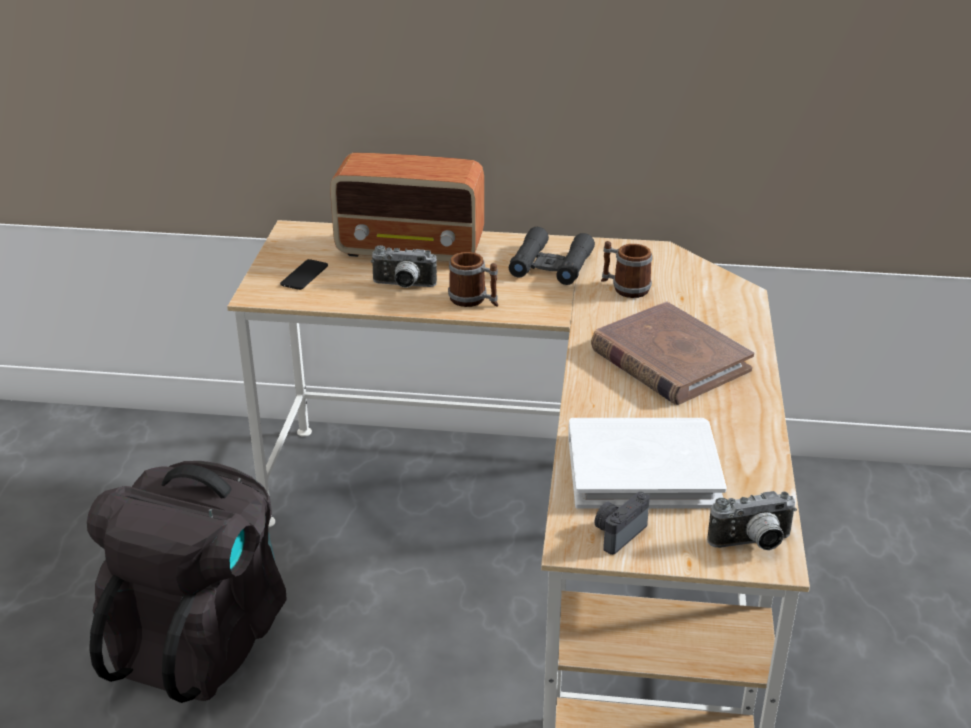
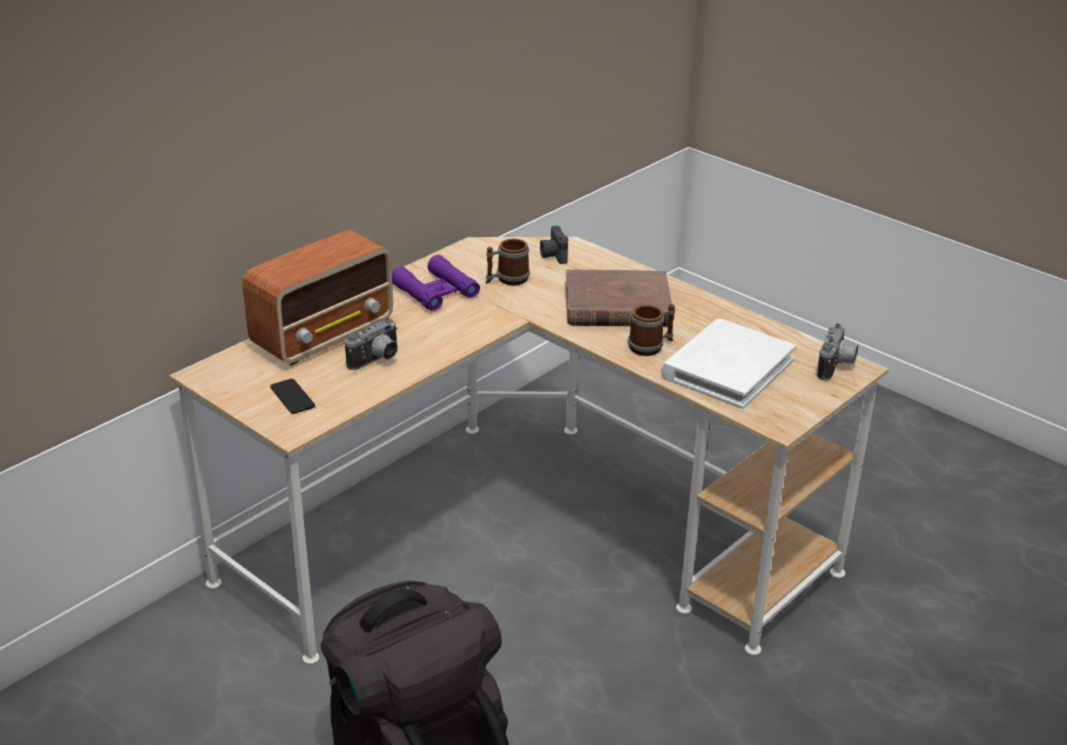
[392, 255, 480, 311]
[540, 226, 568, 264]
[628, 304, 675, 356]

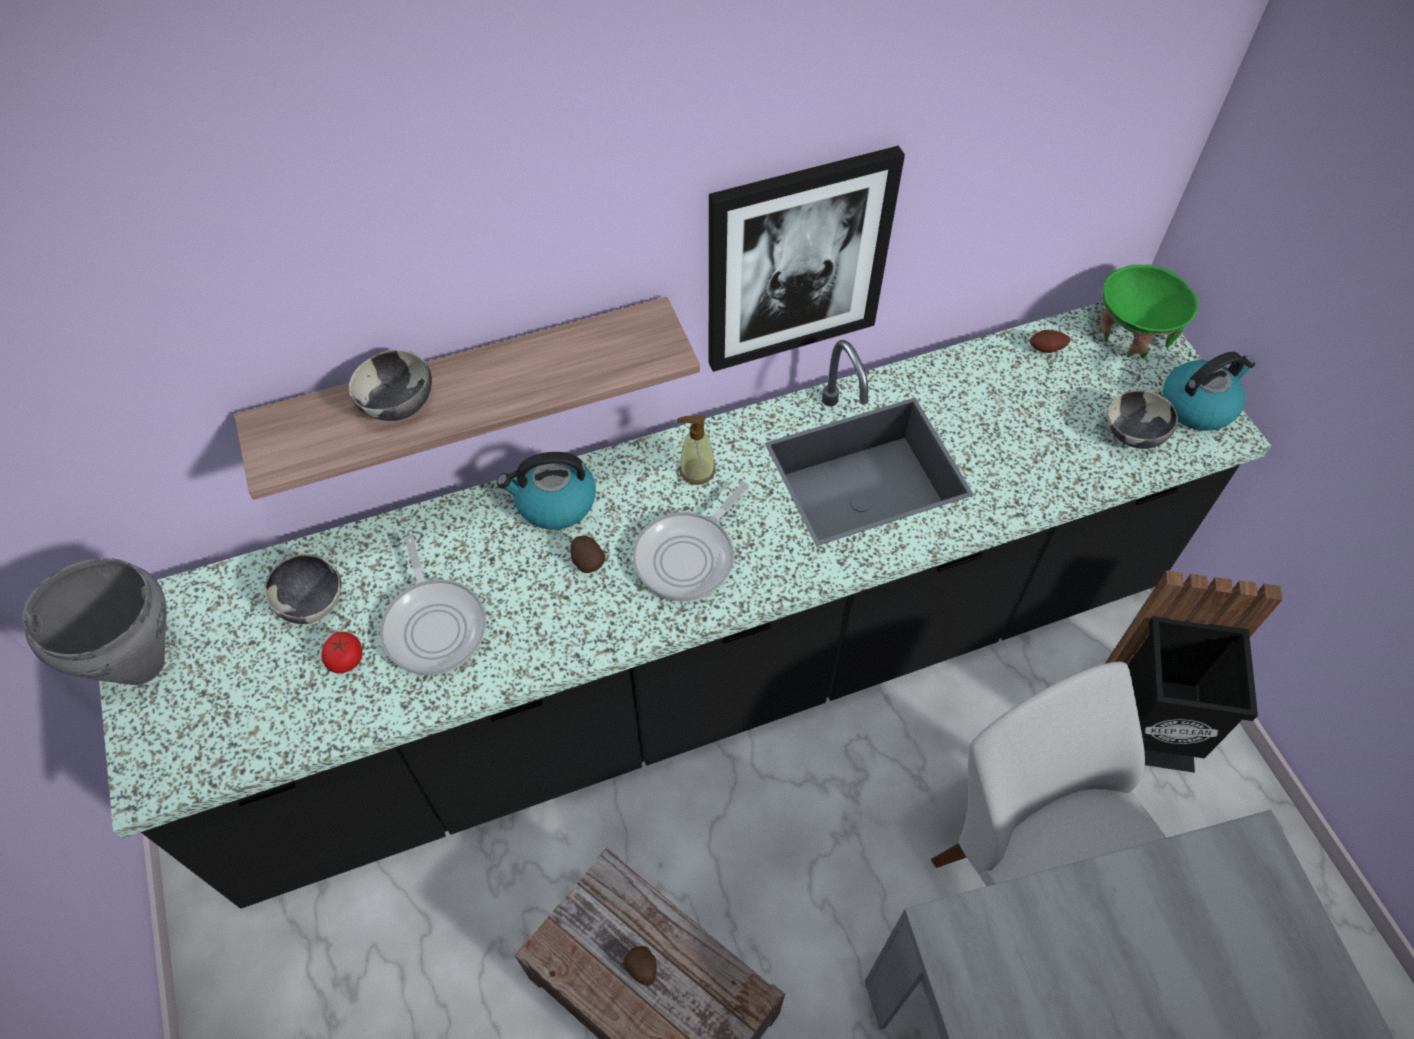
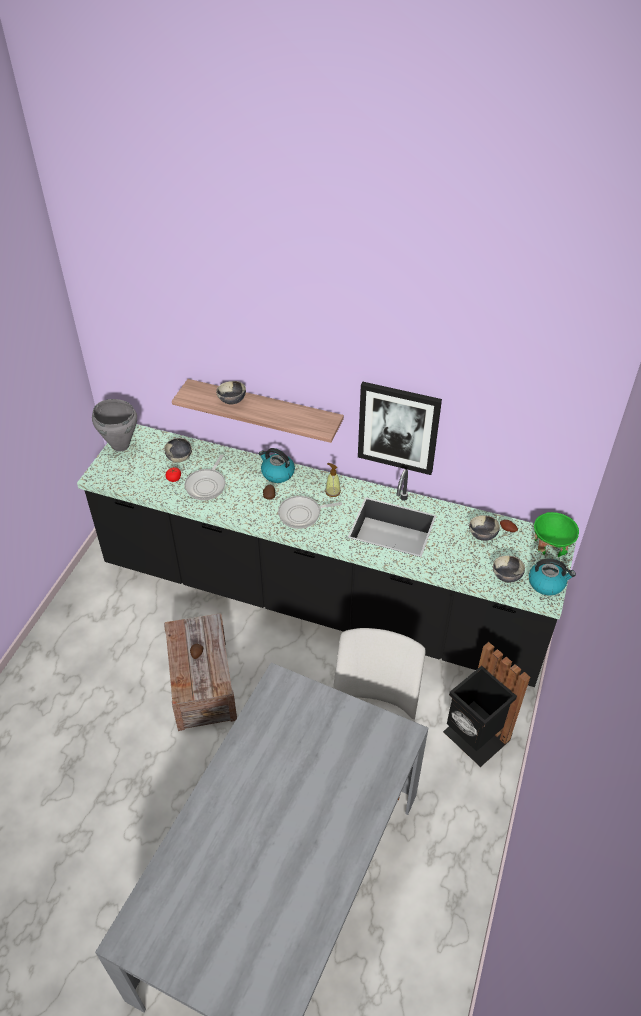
[469, 515, 500, 541]

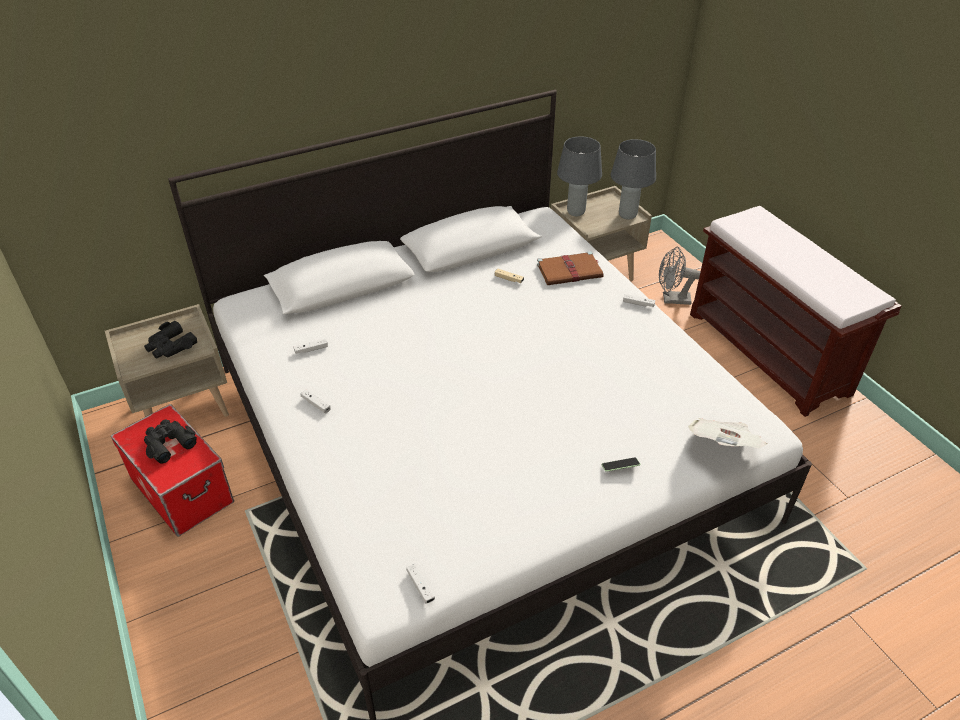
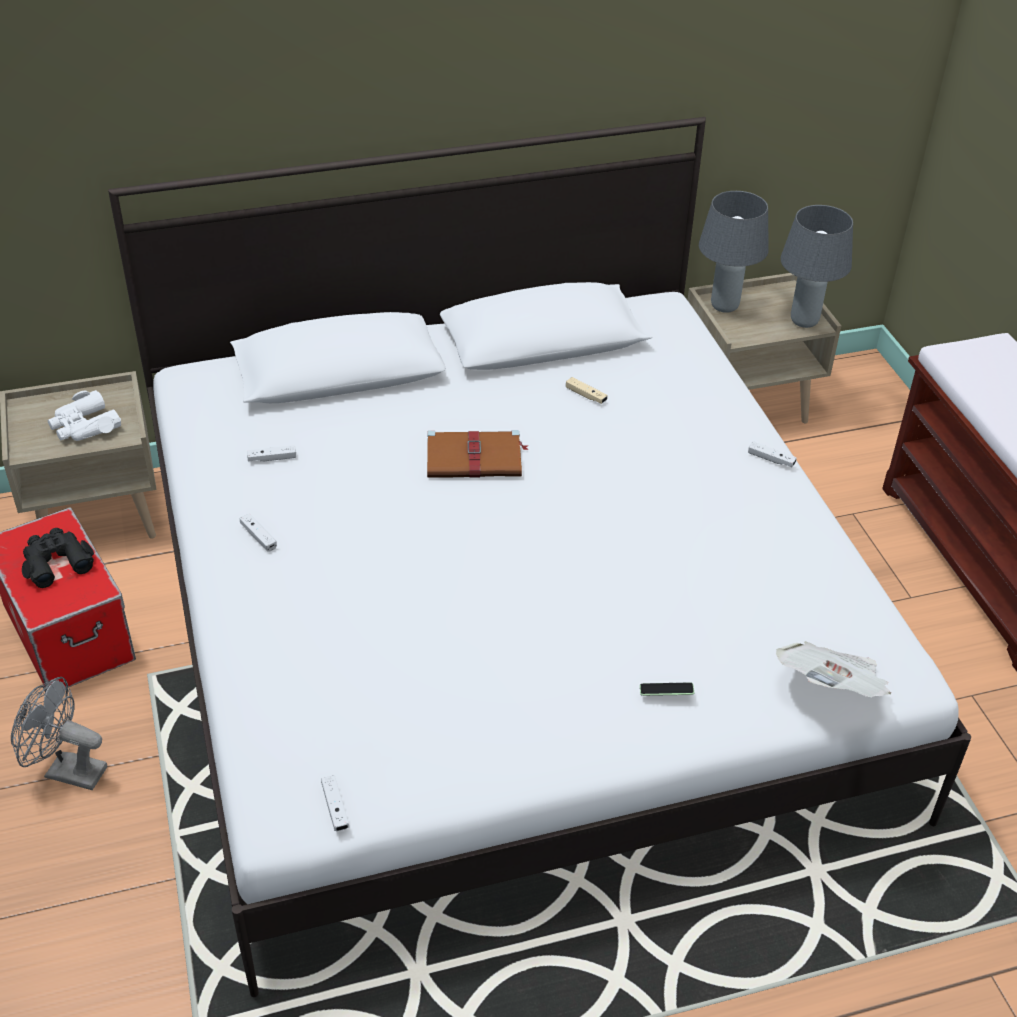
[11, 677, 107, 790]
[47, 390, 121, 441]
[427, 430, 529, 478]

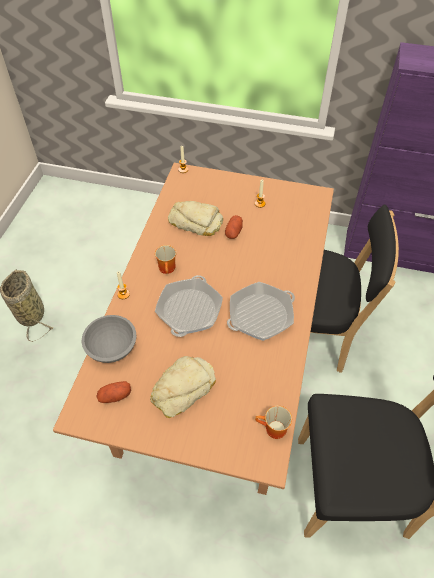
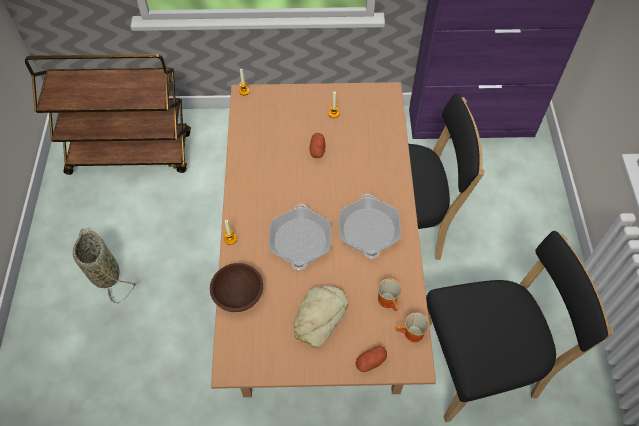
[25, 54, 191, 175]
[210, 263, 263, 312]
[339, 194, 401, 258]
[356, 346, 387, 372]
[378, 278, 402, 311]
[168, 201, 223, 236] (first image)

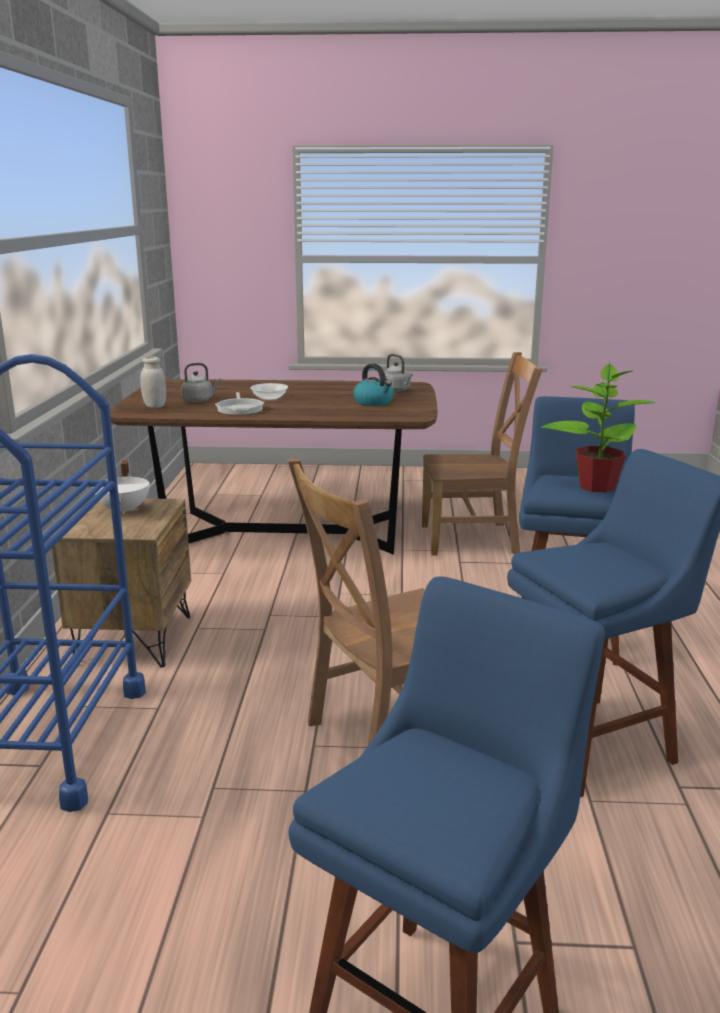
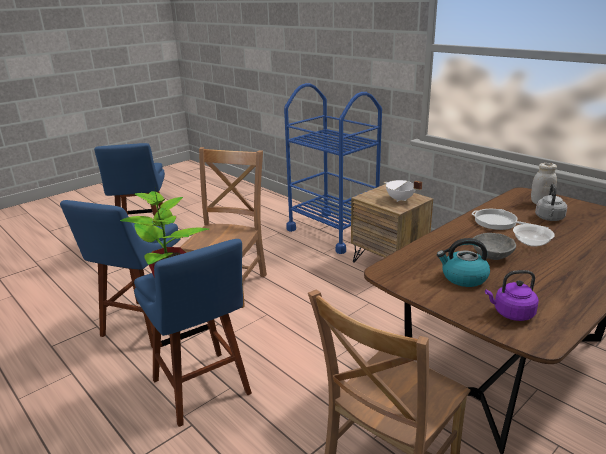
[473, 233, 516, 260]
[485, 270, 539, 321]

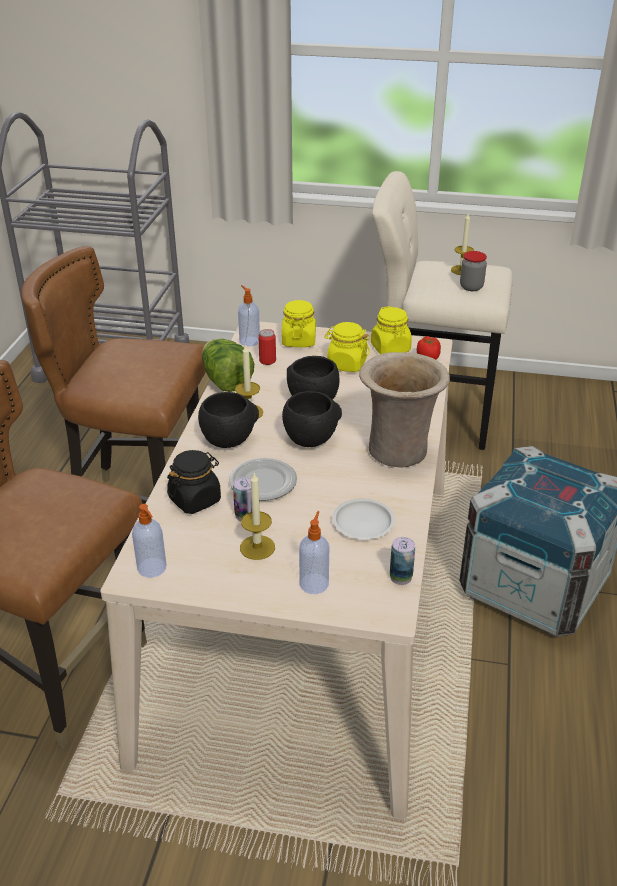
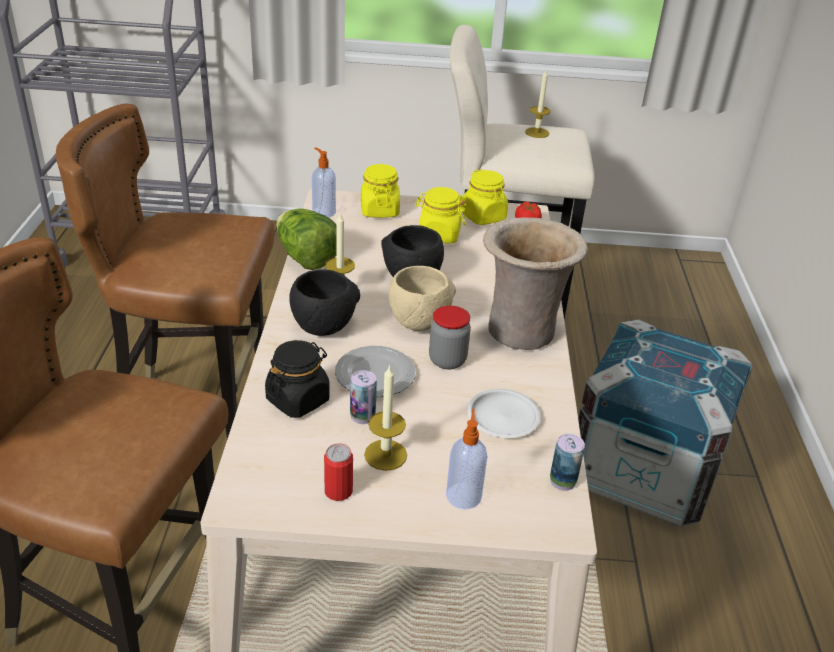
[324, 443, 353, 501]
[388, 266, 456, 331]
[429, 306, 471, 369]
[132, 504, 167, 578] (first image)

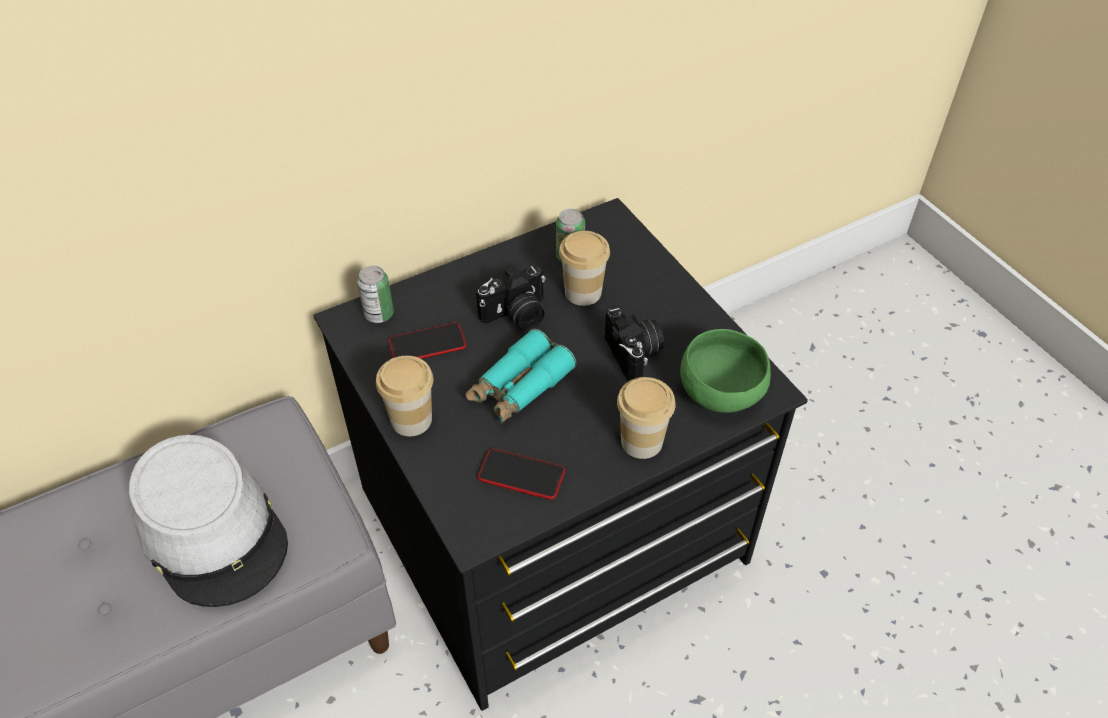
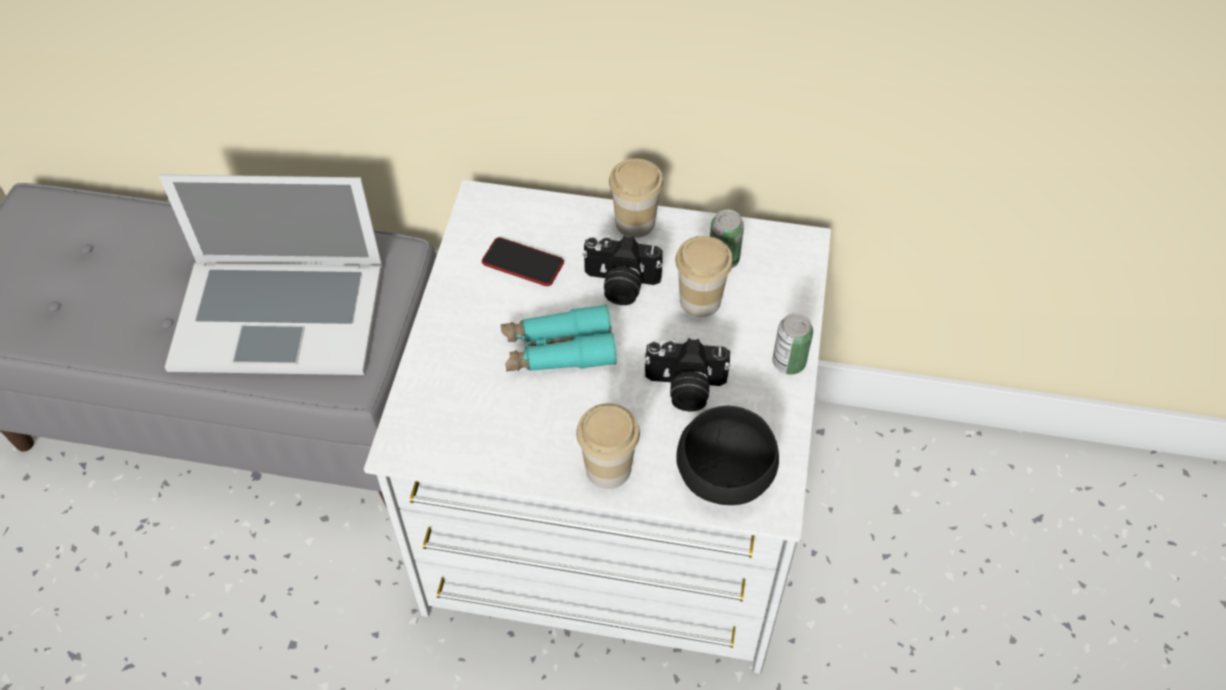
[159, 174, 382, 375]
[364, 180, 831, 674]
[609, 158, 663, 238]
[644, 338, 731, 412]
[676, 405, 779, 505]
[772, 313, 813, 375]
[478, 449, 565, 499] (first image)

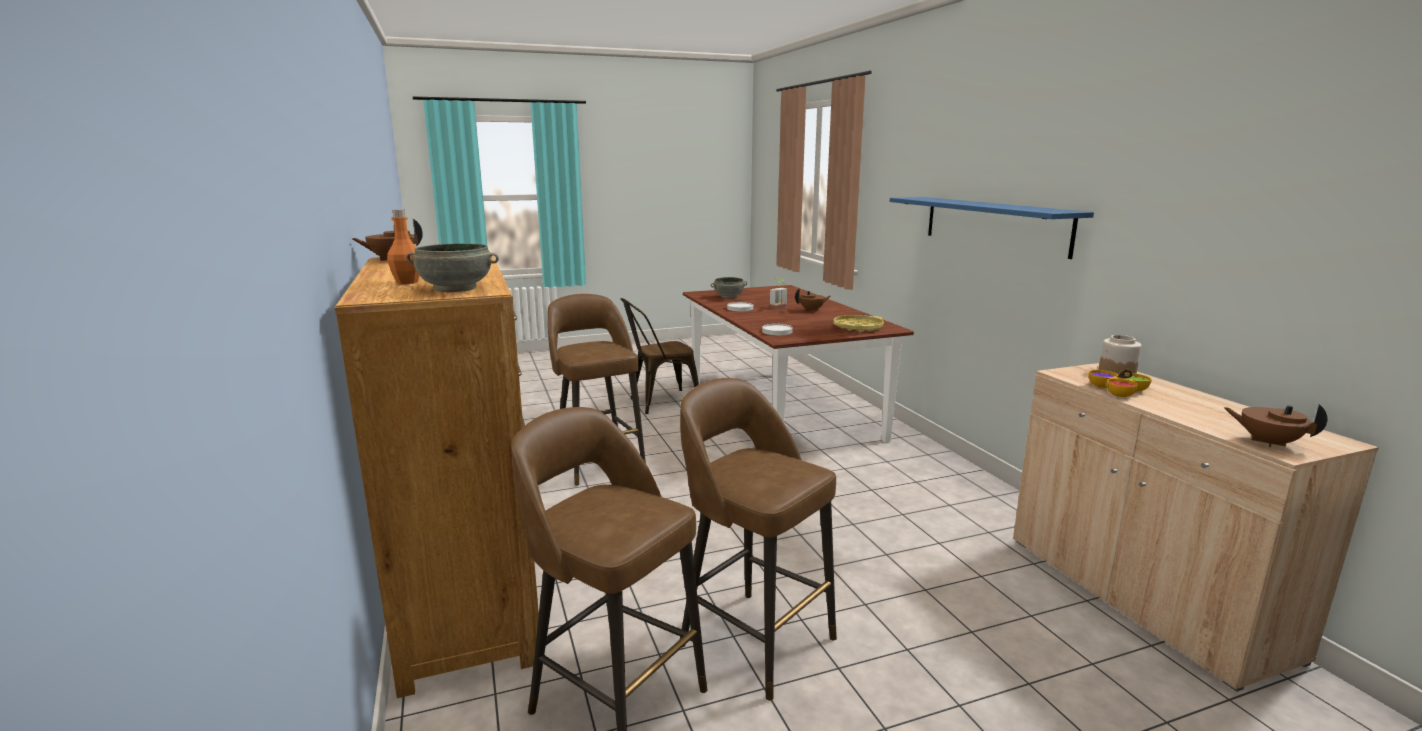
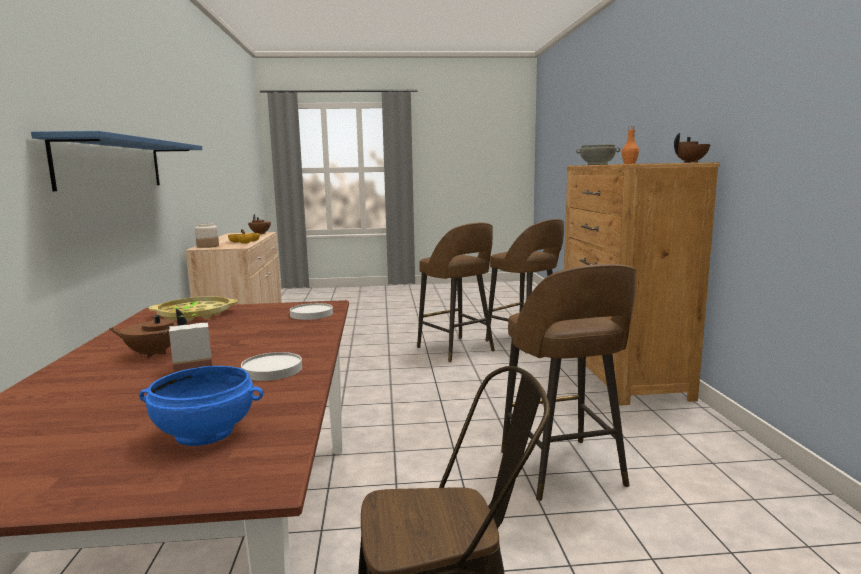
[139, 366, 263, 446]

